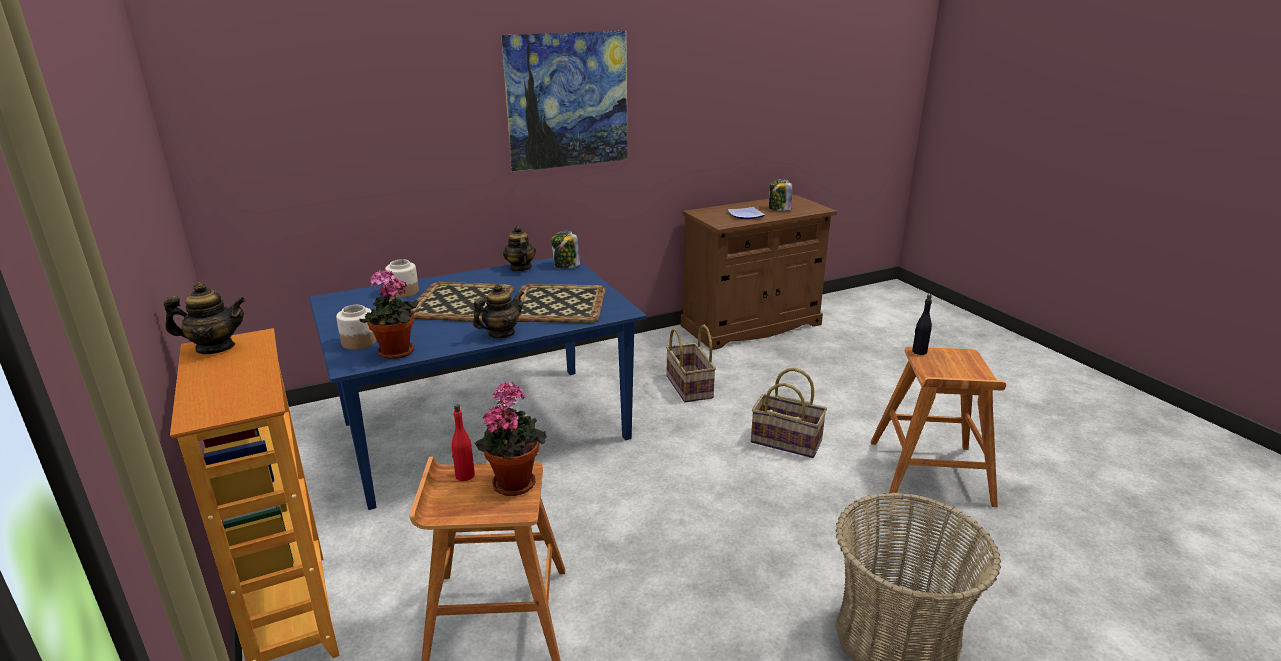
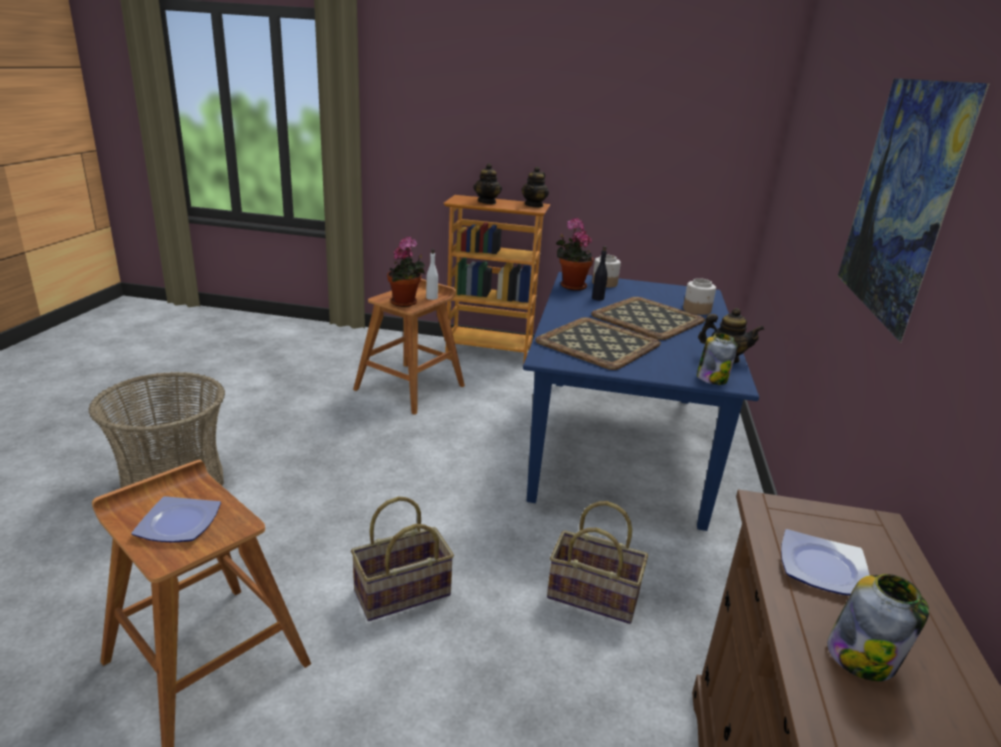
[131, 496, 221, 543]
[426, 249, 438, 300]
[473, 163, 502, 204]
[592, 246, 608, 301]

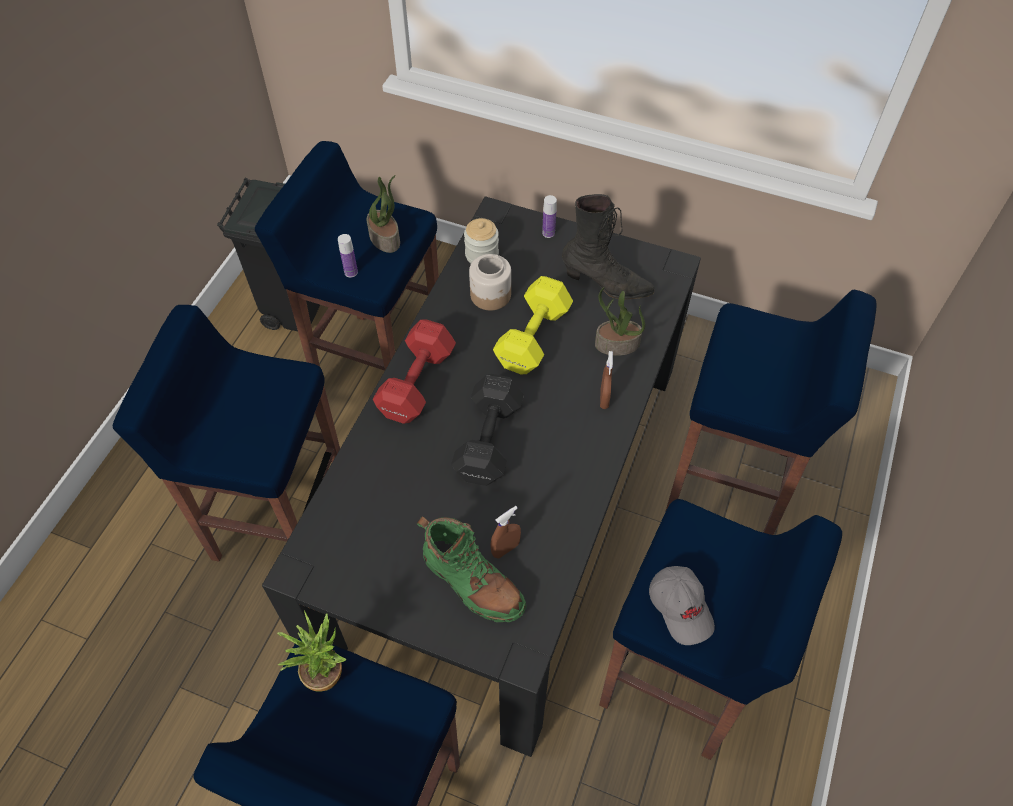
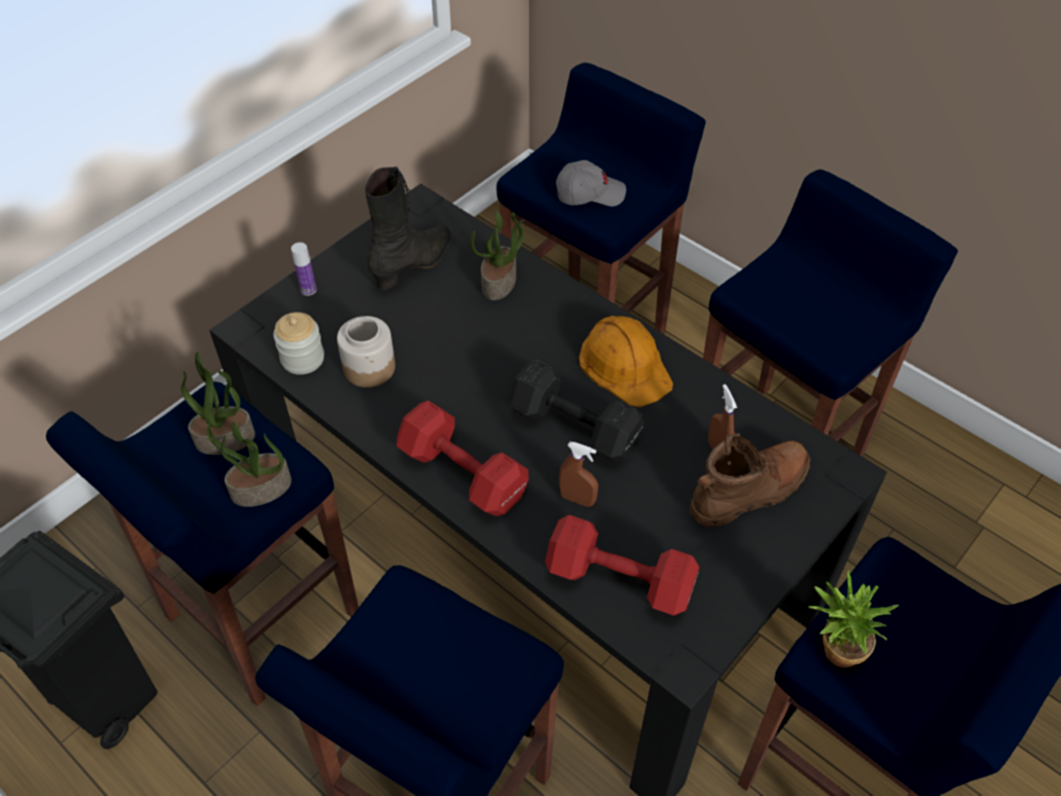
[207, 421, 292, 507]
[545, 515, 700, 615]
[556, 160, 626, 206]
[559, 442, 598, 507]
[579, 316, 673, 407]
[690, 433, 810, 528]
[493, 276, 573, 374] (first image)

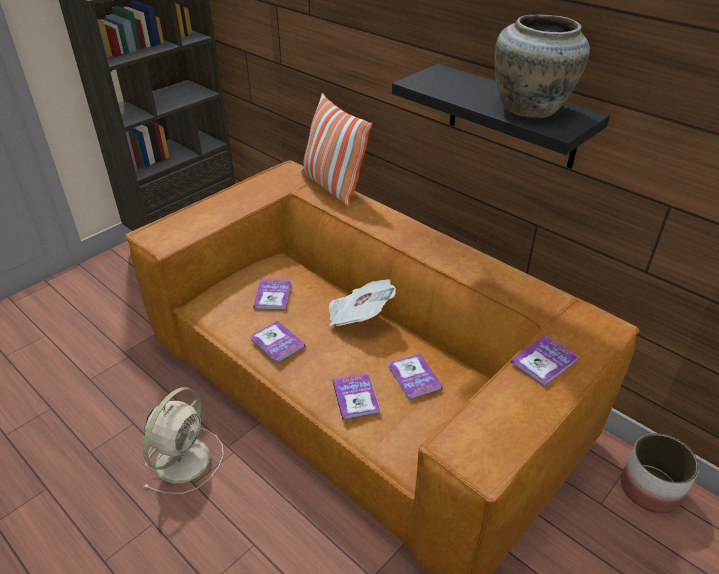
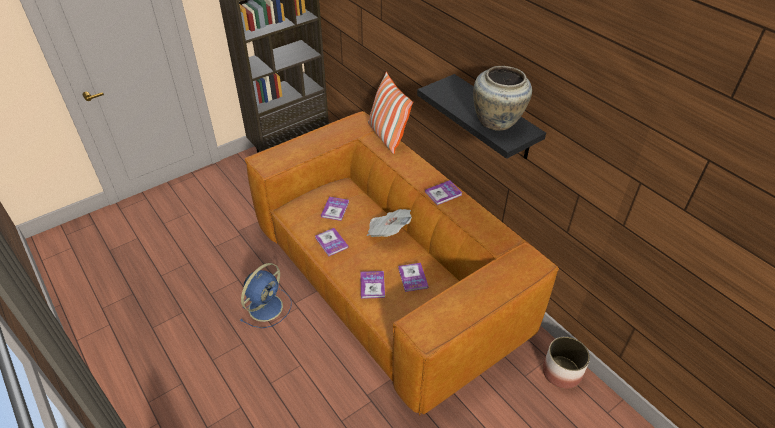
[240, 263, 292, 328]
[425, 180, 462, 205]

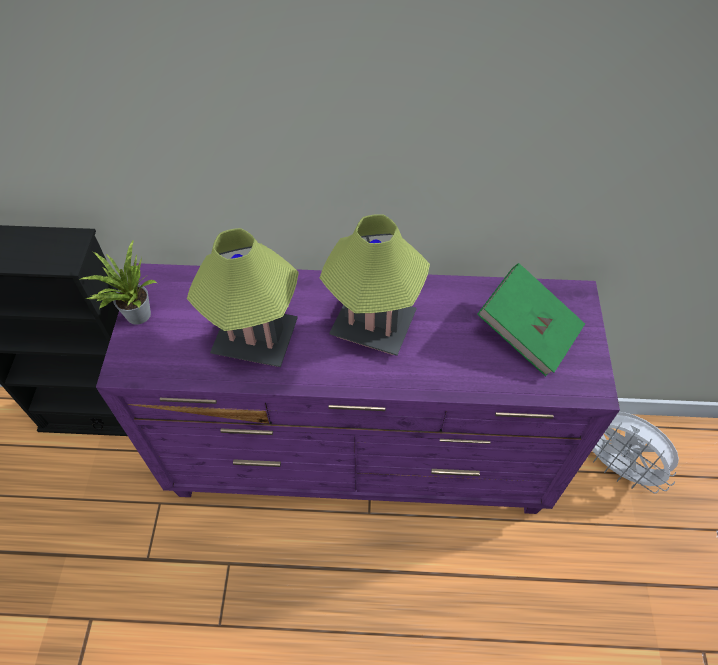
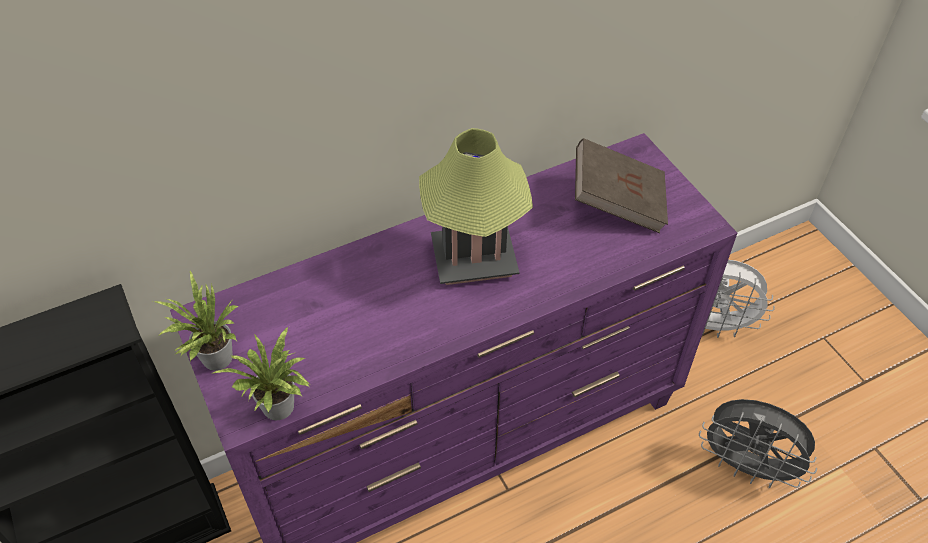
[210, 327, 310, 420]
[575, 138, 668, 233]
[699, 399, 817, 488]
[187, 228, 299, 367] (first image)

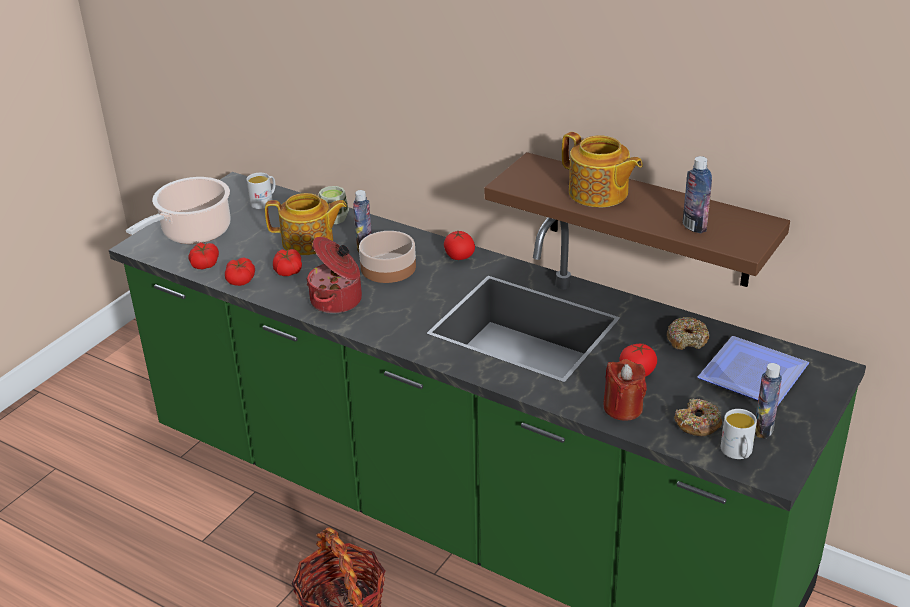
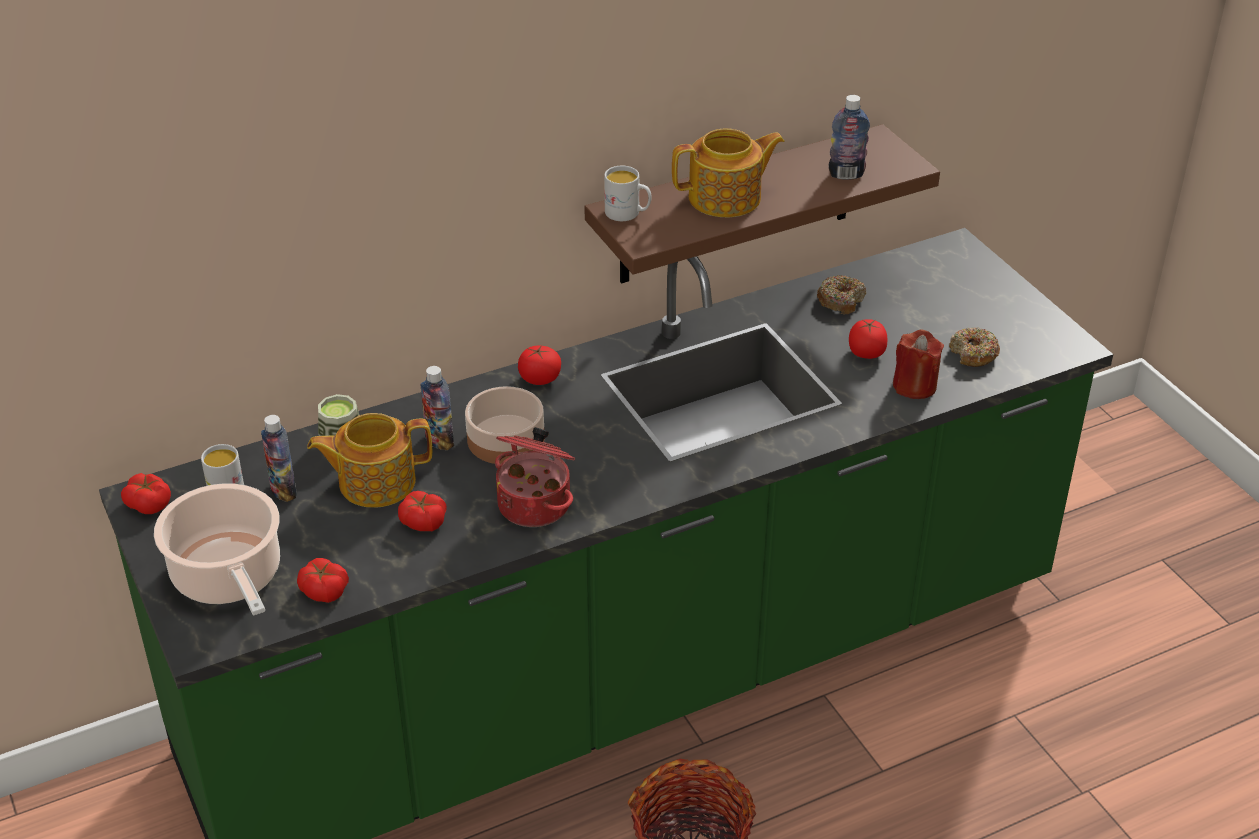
[121, 473, 171, 514]
[261, 415, 297, 502]
[307, 413, 432, 507]
[604, 166, 651, 221]
[698, 336, 809, 405] (first image)

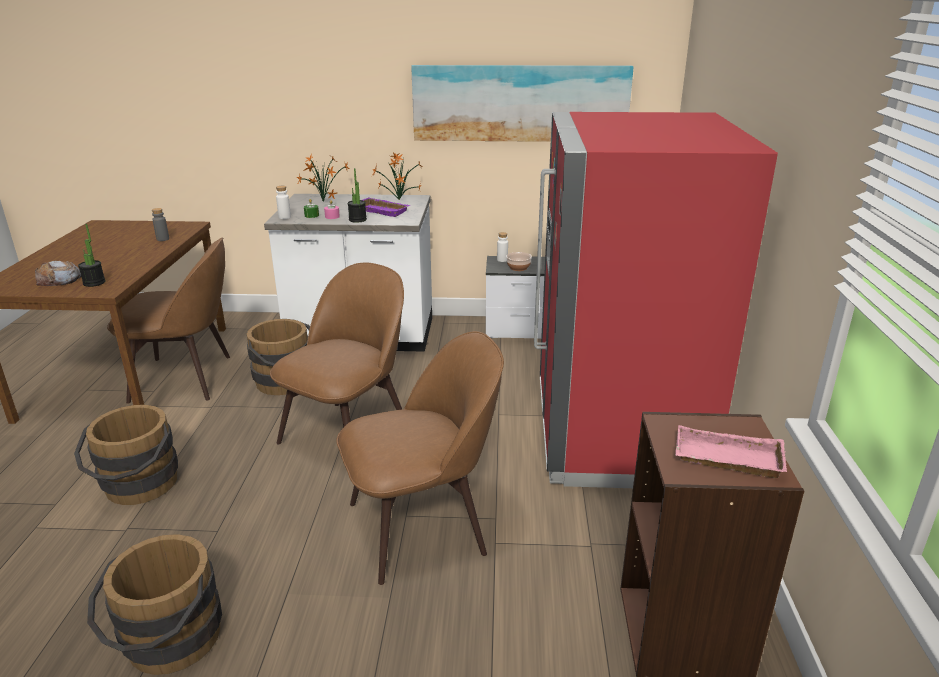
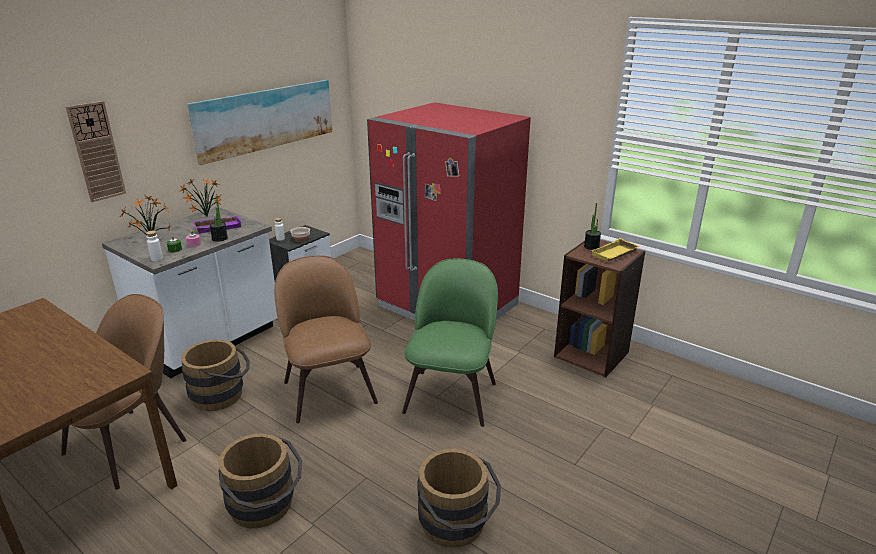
[66, 101, 126, 202]
[402, 258, 498, 427]
[584, 203, 601, 250]
[591, 238, 639, 261]
[35, 261, 81, 286] (first image)
[152, 208, 169, 241] (first image)

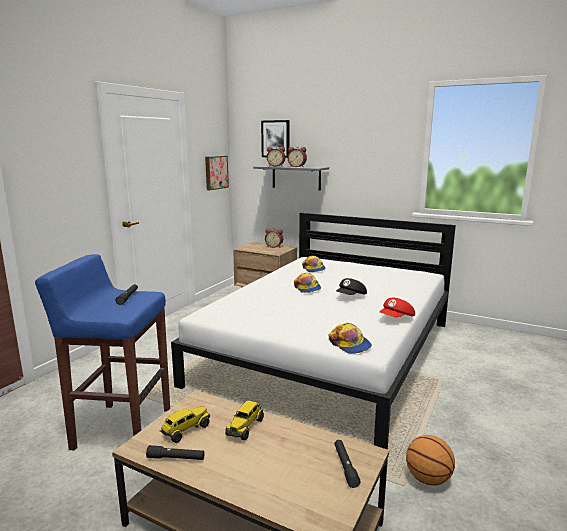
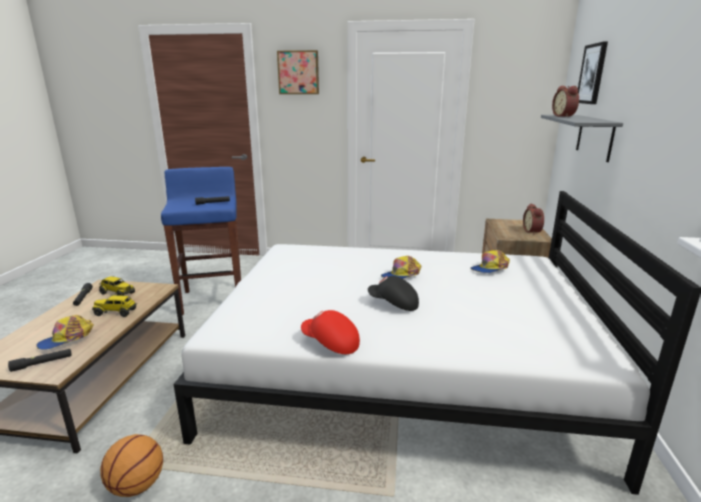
[36, 315, 94, 350]
[277, 50, 319, 94]
[287, 147, 307, 167] (first image)

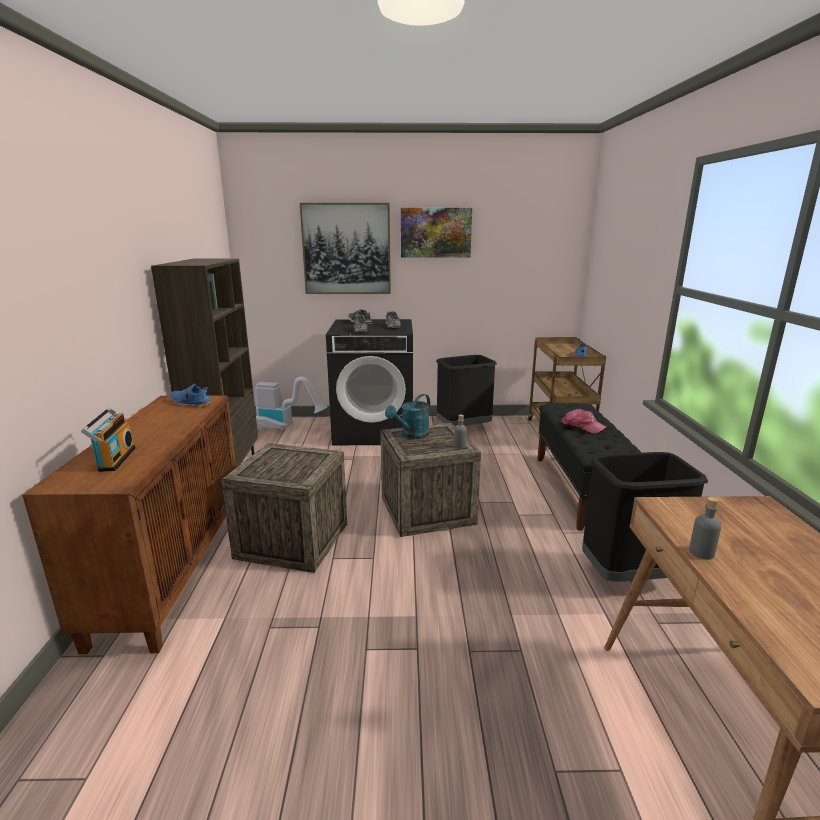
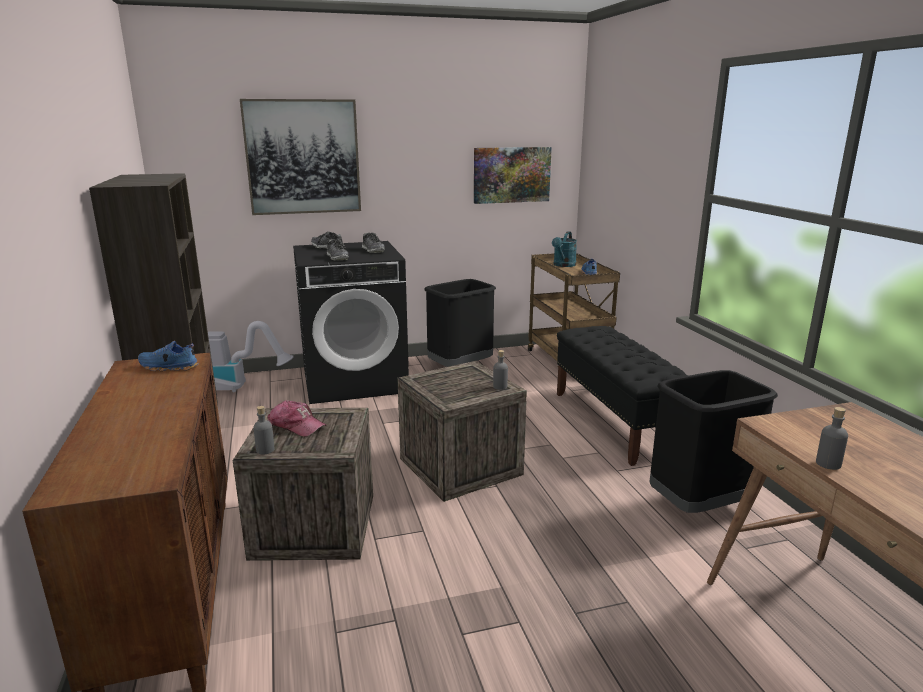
[253, 406, 274, 454]
[267, 400, 326, 437]
[474, 147, 552, 204]
[552, 231, 577, 267]
[81, 408, 136, 472] (first image)

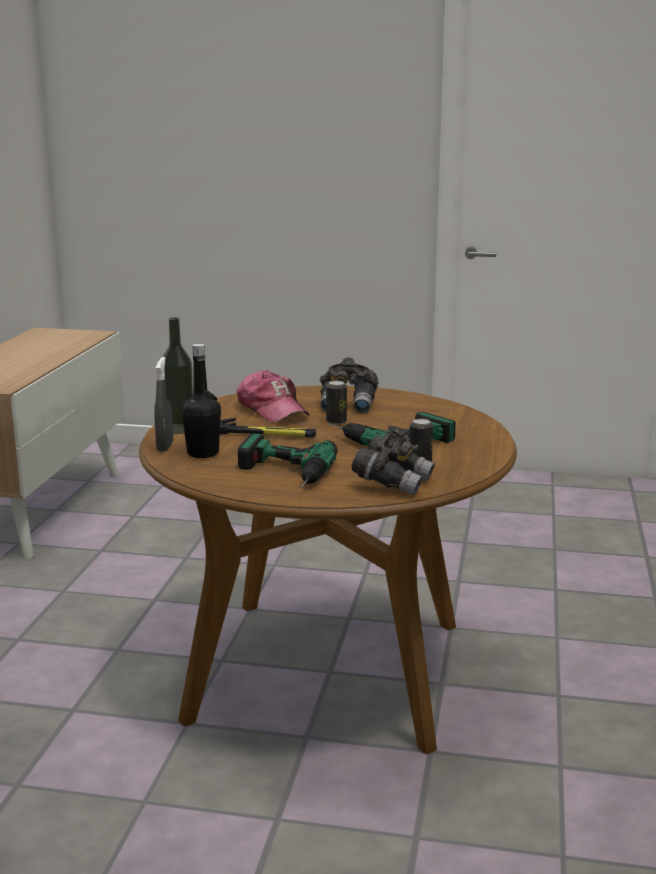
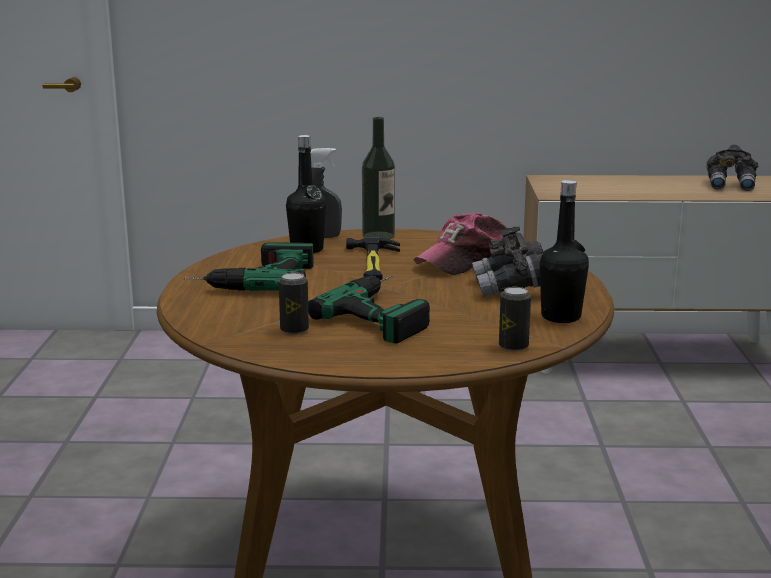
[499, 287, 531, 351]
[540, 180, 589, 323]
[707, 145, 759, 191]

